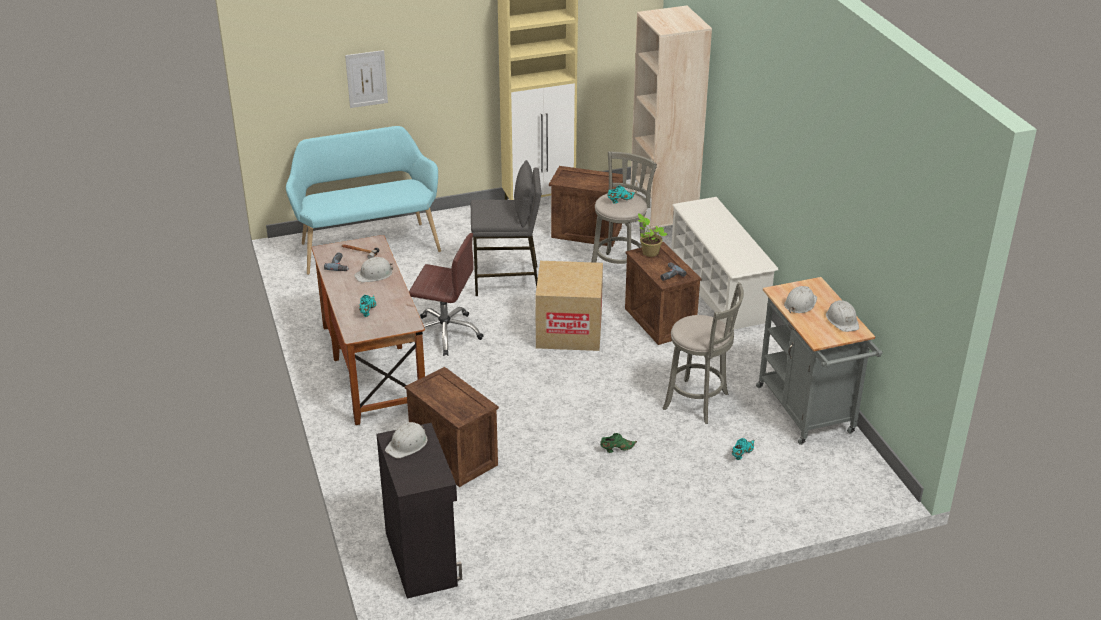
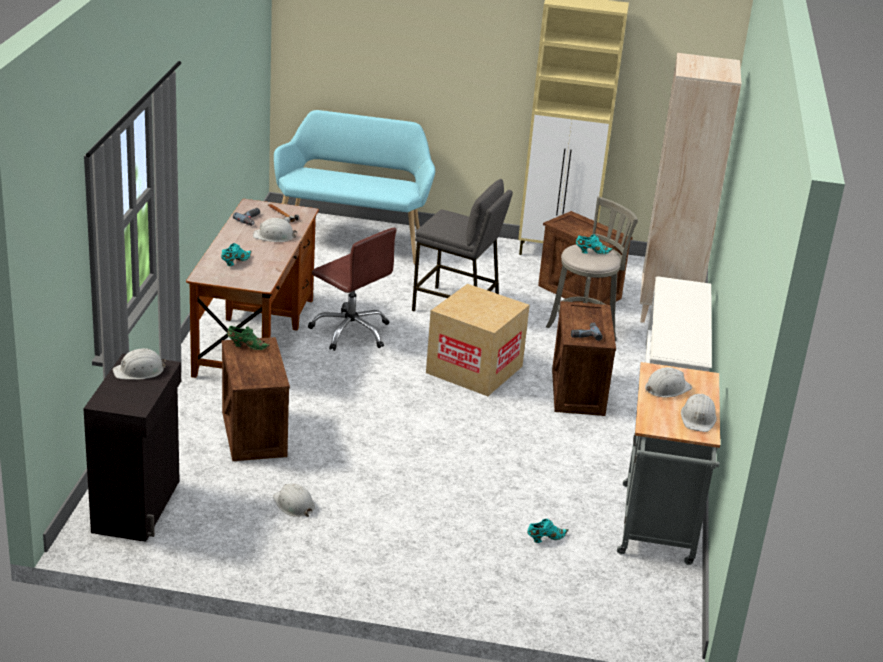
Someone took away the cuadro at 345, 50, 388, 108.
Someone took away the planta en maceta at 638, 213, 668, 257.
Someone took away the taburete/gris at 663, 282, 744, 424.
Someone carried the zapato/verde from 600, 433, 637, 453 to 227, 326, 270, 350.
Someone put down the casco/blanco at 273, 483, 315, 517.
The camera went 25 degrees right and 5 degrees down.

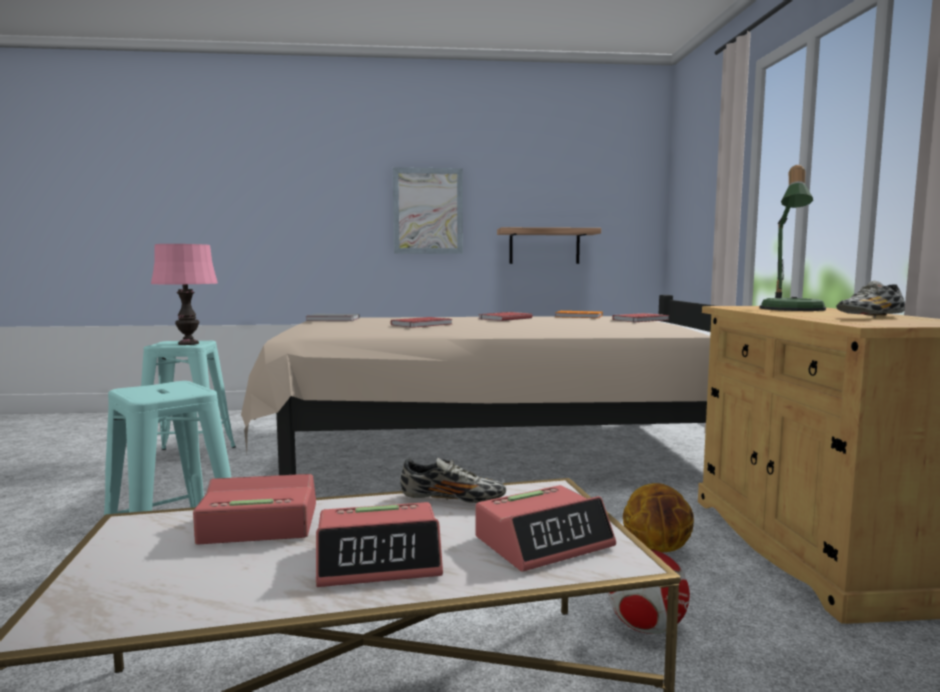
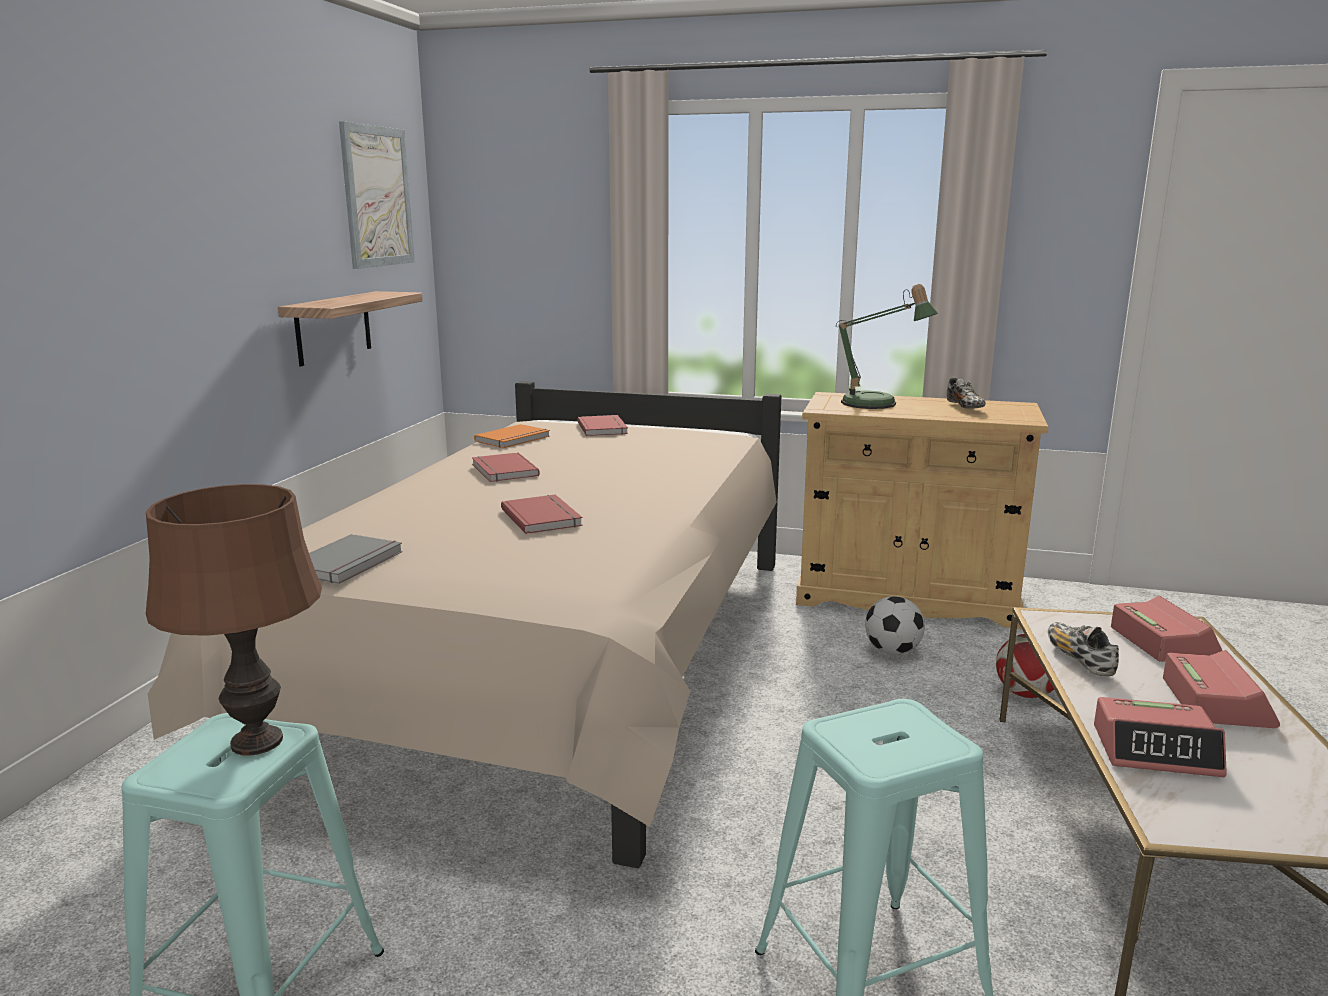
Someone carried the cuadro from 393, 167, 463, 254 to 339, 121, 415, 269.
Someone repainted the lámpara de mesa/rosa at 151, 244, 218, 345, which became the lámpara de mesa/marrón at 146, 484, 322, 756.
Someone rotated the zapato at 400, 458, 506, 503 by 45 degrees counterclockwise.
Someone rotated the despertador at 193, 474, 316, 544 by 90 degrees counterclockwise.
Someone swapped the balón de baloncesto at 623, 483, 694, 553 for the balón de fútbol at 865, 596, 925, 655.
The camera went 70 degrees left and 10 degrees up.

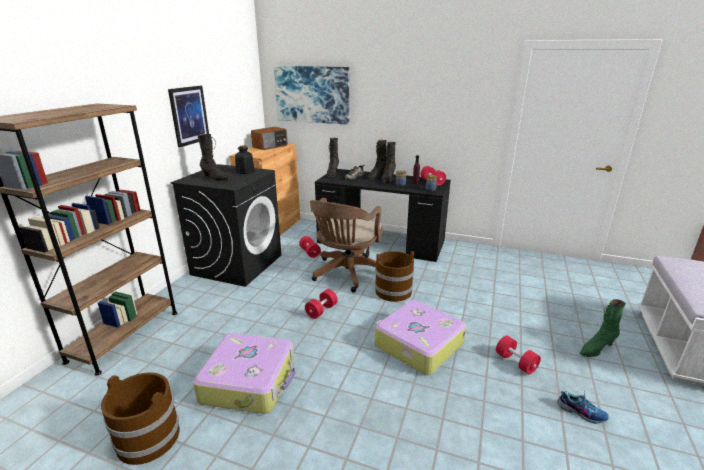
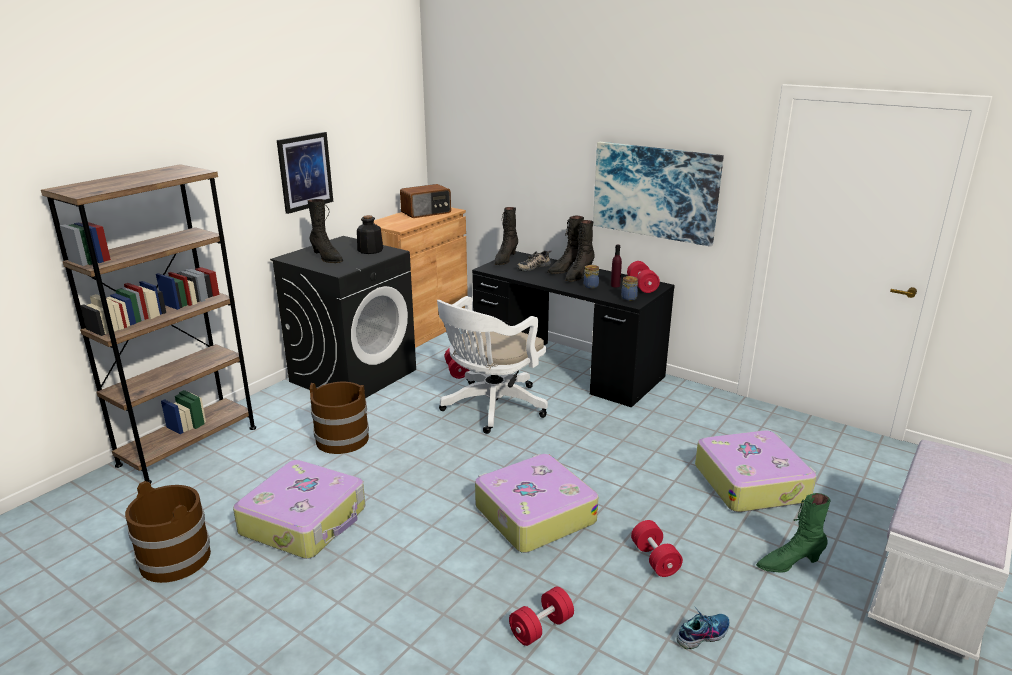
Someone carried the cuadro from 274, 66, 349, 125 to 593, 142, 724, 247.
Someone repainted the silla de oficina/marrón at 310, 198, 383, 292, which became the silla de oficina/blanco at 437, 296, 548, 434.
Someone carried the cubo/marrón from 375, 251, 414, 302 to 310, 382, 369, 454.
Someone carried the mancuerna/rojo from 305, 289, 338, 319 to 509, 587, 574, 646.
Someone rotated the zapato at 557, 391, 610, 424 by 75 degrees counterclockwise.
Someone put down the maleta at 695, 430, 816, 512.
The camera went 15 degrees right and 0 degrees up.

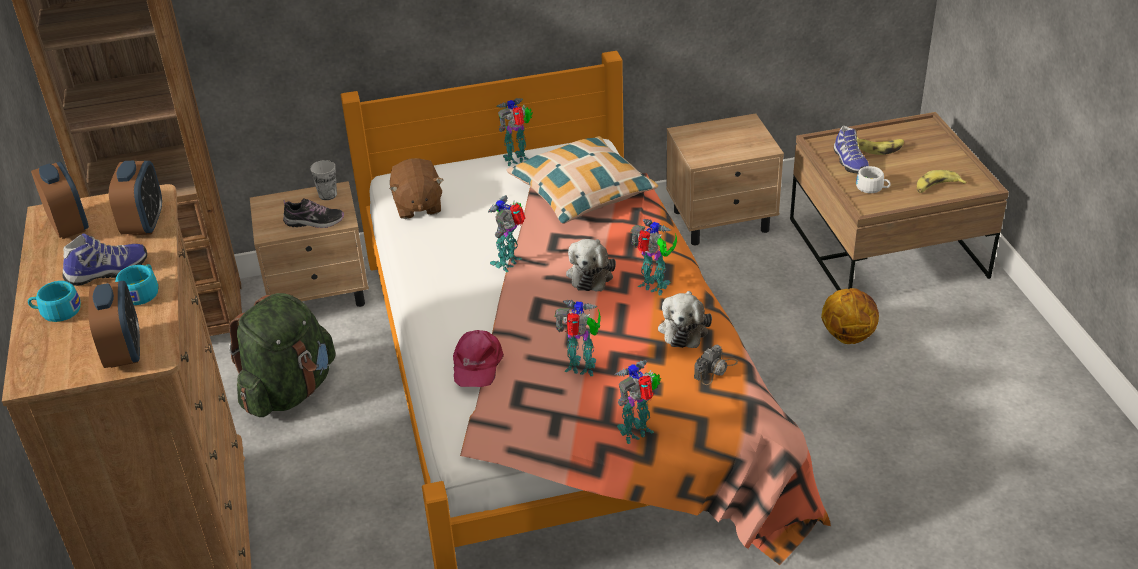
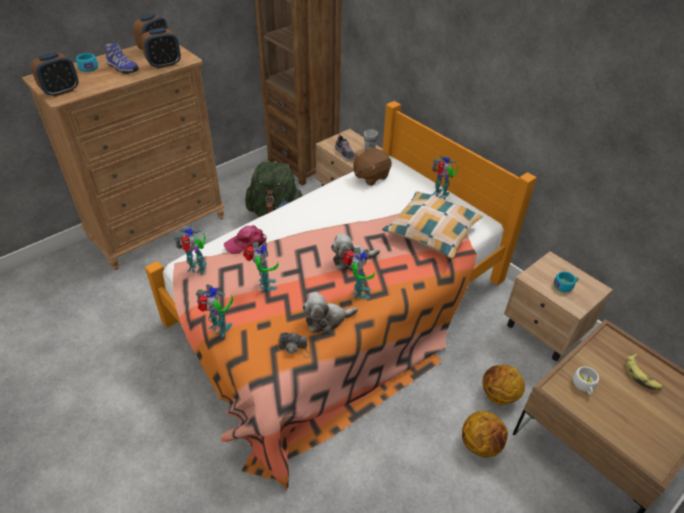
Someone took away the zapato at 834, 126, 869, 173.
Someone took away the plátano at 917, 170, 967, 193.
Someone carried the robot de juguete from 488, 195, 526, 272 to 174, 228, 207, 274.
Someone carried the taza/turquesa from 115, 264, 159, 305 to 554, 271, 578, 292.
Someone put down the balón de baloncesto at 482, 365, 525, 405.
The camera went 60 degrees right and 5 degrees up.

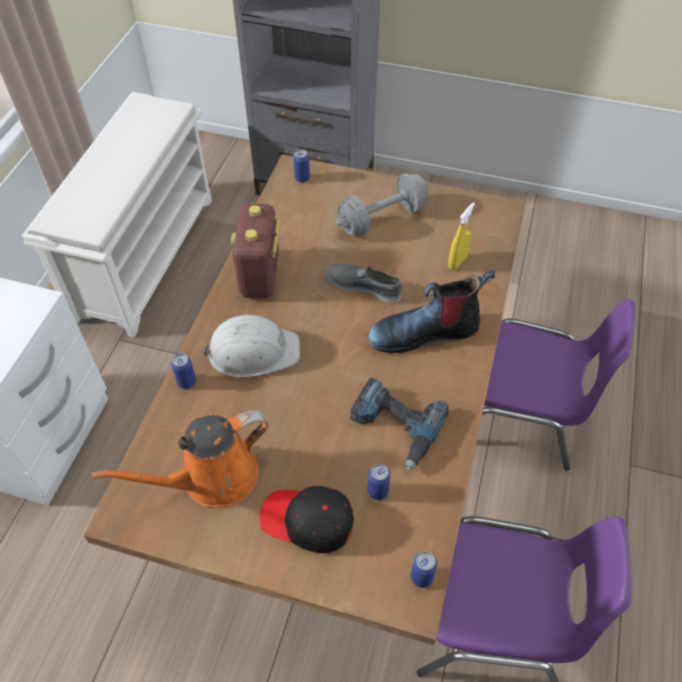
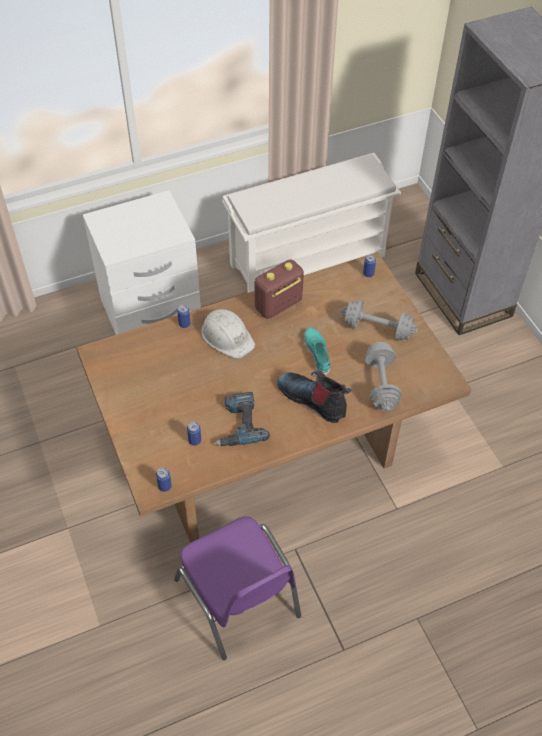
Someone swapped the pulverizador/amarillo at 448, 202, 475, 270 for the mancuerna/gris at 365, 342, 401, 411.
Someone repainted the zapato/gris at 325, 264, 402, 303, which became the zapato/turquesa at 304, 328, 331, 375.
Someone took away the silla/morado at 482, 299, 635, 471.
Someone took away the regadera/naranja at 91, 410, 269, 507.
Someone took away the gorra/negro at 260, 486, 354, 553.
The camera went 50 degrees right and 0 degrees up.

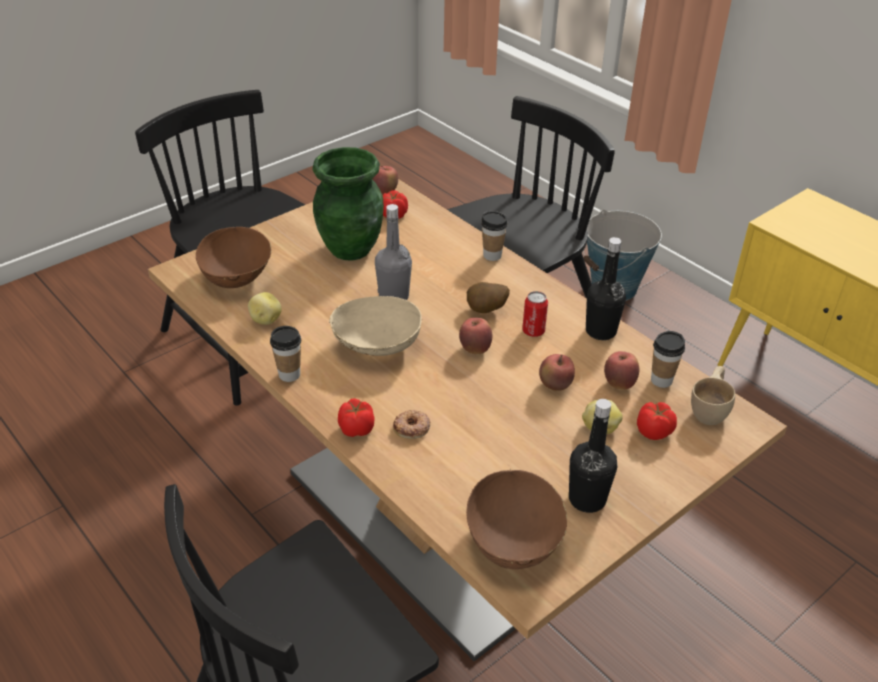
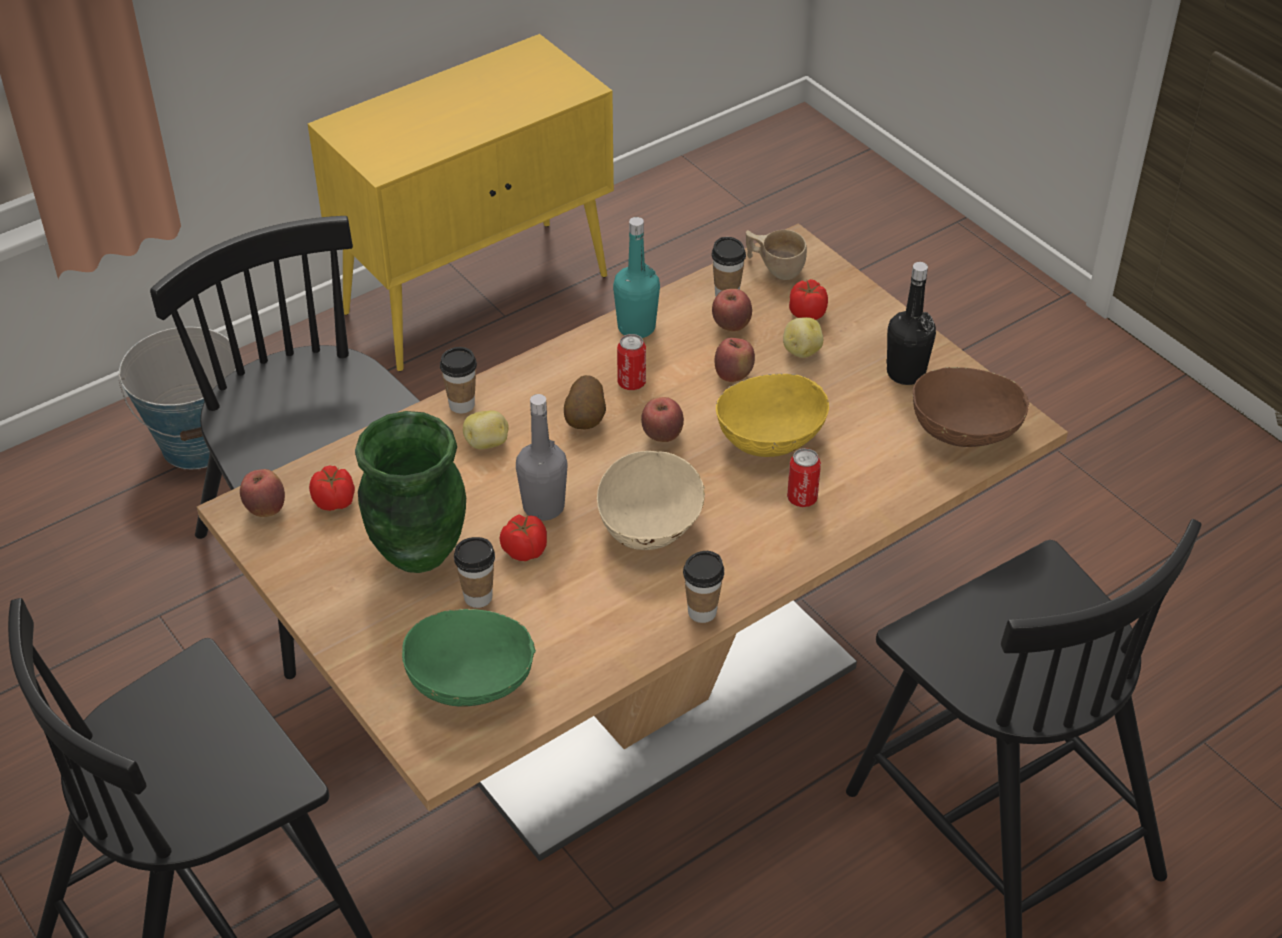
Someone repainted the cuenco/marrón at 196, 227, 272, 288, which became the cuenco/verde at 401, 609, 536, 707.
Someone repainted the botella/negro at 586, 237, 626, 340, which became the botella/turquesa at 613, 217, 660, 338.
Someone carried the patata from 248, 292, 282, 325 to 463, 410, 509, 449.
Someone carried the tomate from 338, 398, 375, 437 to 500, 514, 547, 561.
Someone swapped the rosquilla at 393, 410, 431, 439 for the lata at 787, 448, 821, 507.
Someone put down the cuenco/amarillo at 716, 373, 829, 457.
Someone put down the taza at 454, 537, 495, 608.
The camera went 85 degrees left and 5 degrees up.

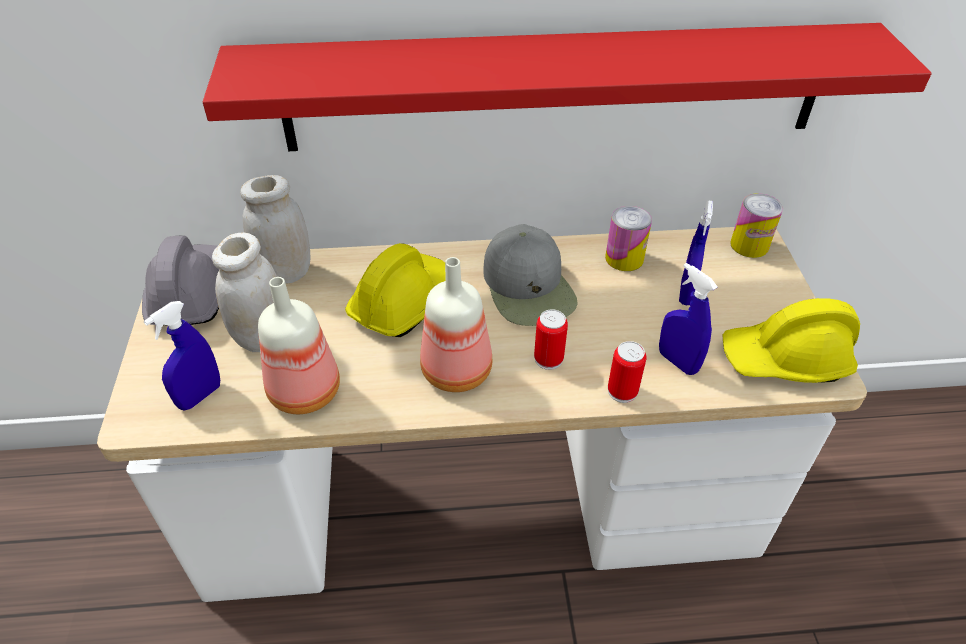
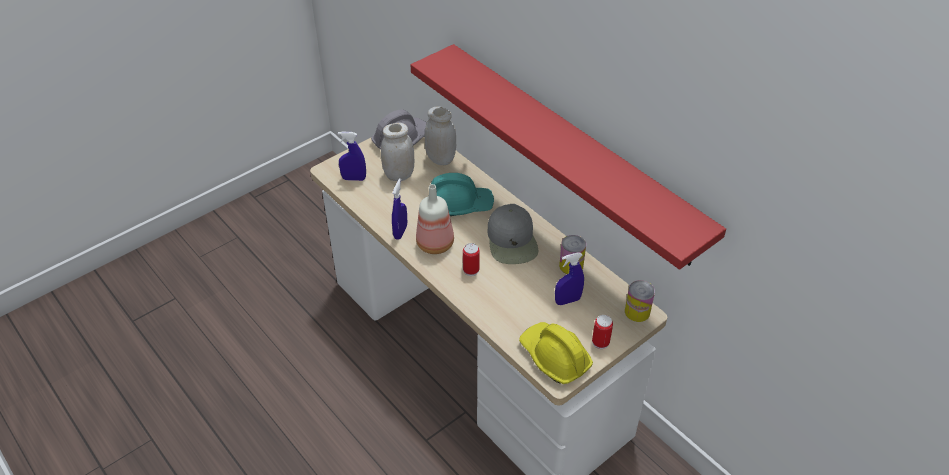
Someone rotated the gorra/gris at 483, 224, 578, 326 by 45 degrees counterclockwise.
Someone repainted the casco/amarillo at 345, 243, 446, 337, which became the casco/turquesa at 431, 173, 494, 216.
Someone carried the pulverizador/azul from 659, 263, 717, 375 to 392, 178, 407, 240.
Someone took away the botella at 258, 277, 340, 414.
Someone carried the lata from 608, 341, 646, 403 to 592, 315, 613, 349.
The camera went 55 degrees right and 0 degrees up.

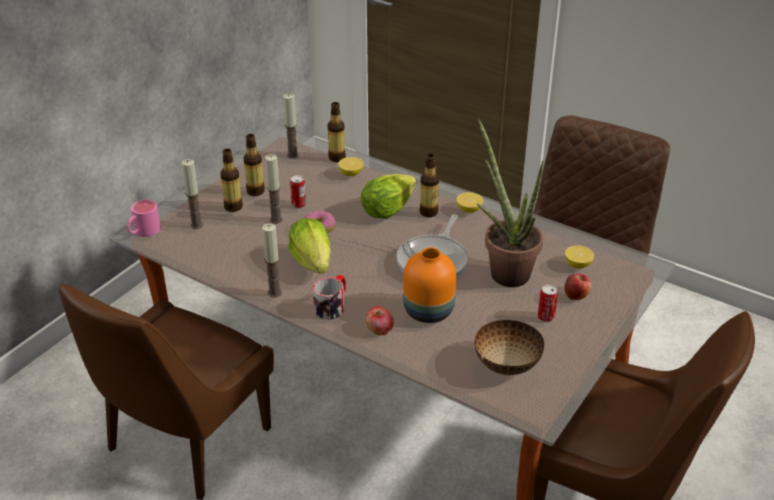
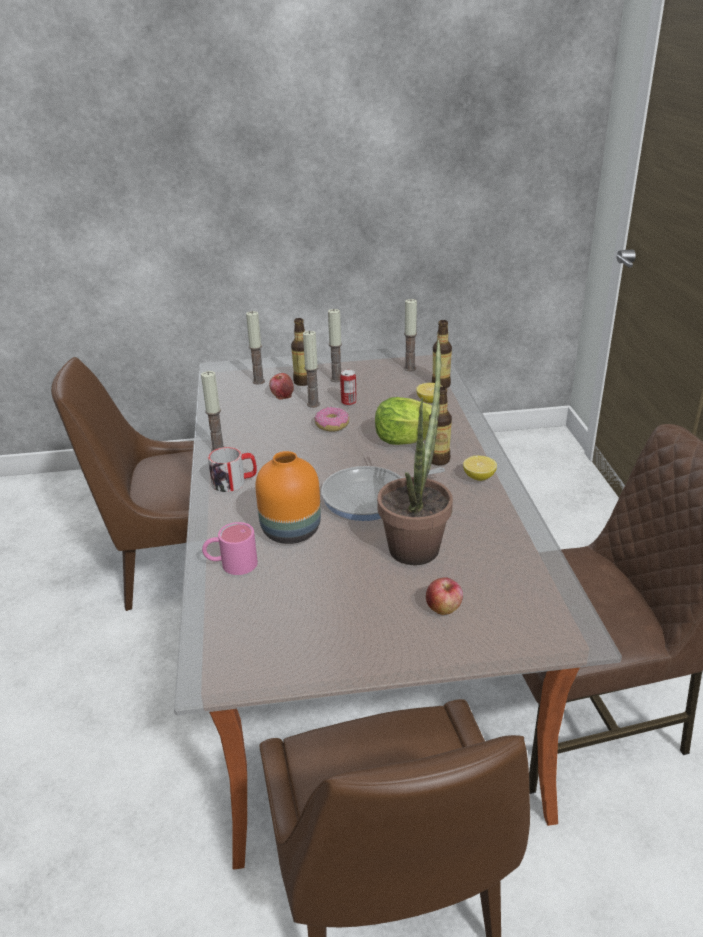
Someone swapped the botella at 243, 134, 265, 196 for the vela at 328, 309, 342, 382.
Someone carried the taza grande/rosa from 127, 199, 161, 237 to 202, 522, 258, 575.
Someone took away the lechuga at 288, 218, 331, 273.
Someone took away the limón at 565, 245, 594, 269.
Someone took away the lata at 538, 285, 558, 322.
Someone carried the manzana from 365, 306, 394, 336 to 269, 373, 294, 399.
Someone took away the cuenco at 475, 320, 544, 375.
The camera went 50 degrees right and 5 degrees down.

